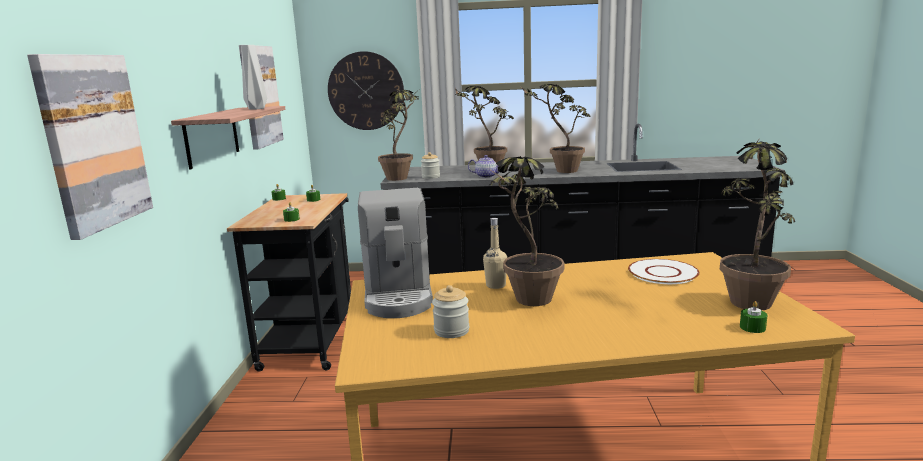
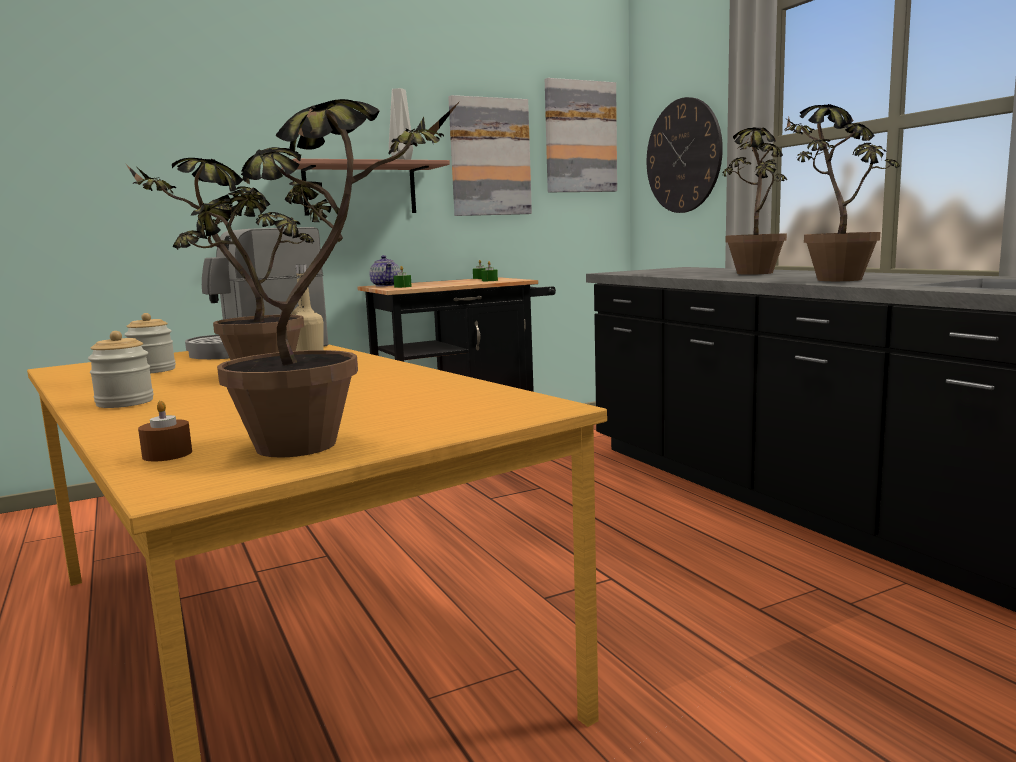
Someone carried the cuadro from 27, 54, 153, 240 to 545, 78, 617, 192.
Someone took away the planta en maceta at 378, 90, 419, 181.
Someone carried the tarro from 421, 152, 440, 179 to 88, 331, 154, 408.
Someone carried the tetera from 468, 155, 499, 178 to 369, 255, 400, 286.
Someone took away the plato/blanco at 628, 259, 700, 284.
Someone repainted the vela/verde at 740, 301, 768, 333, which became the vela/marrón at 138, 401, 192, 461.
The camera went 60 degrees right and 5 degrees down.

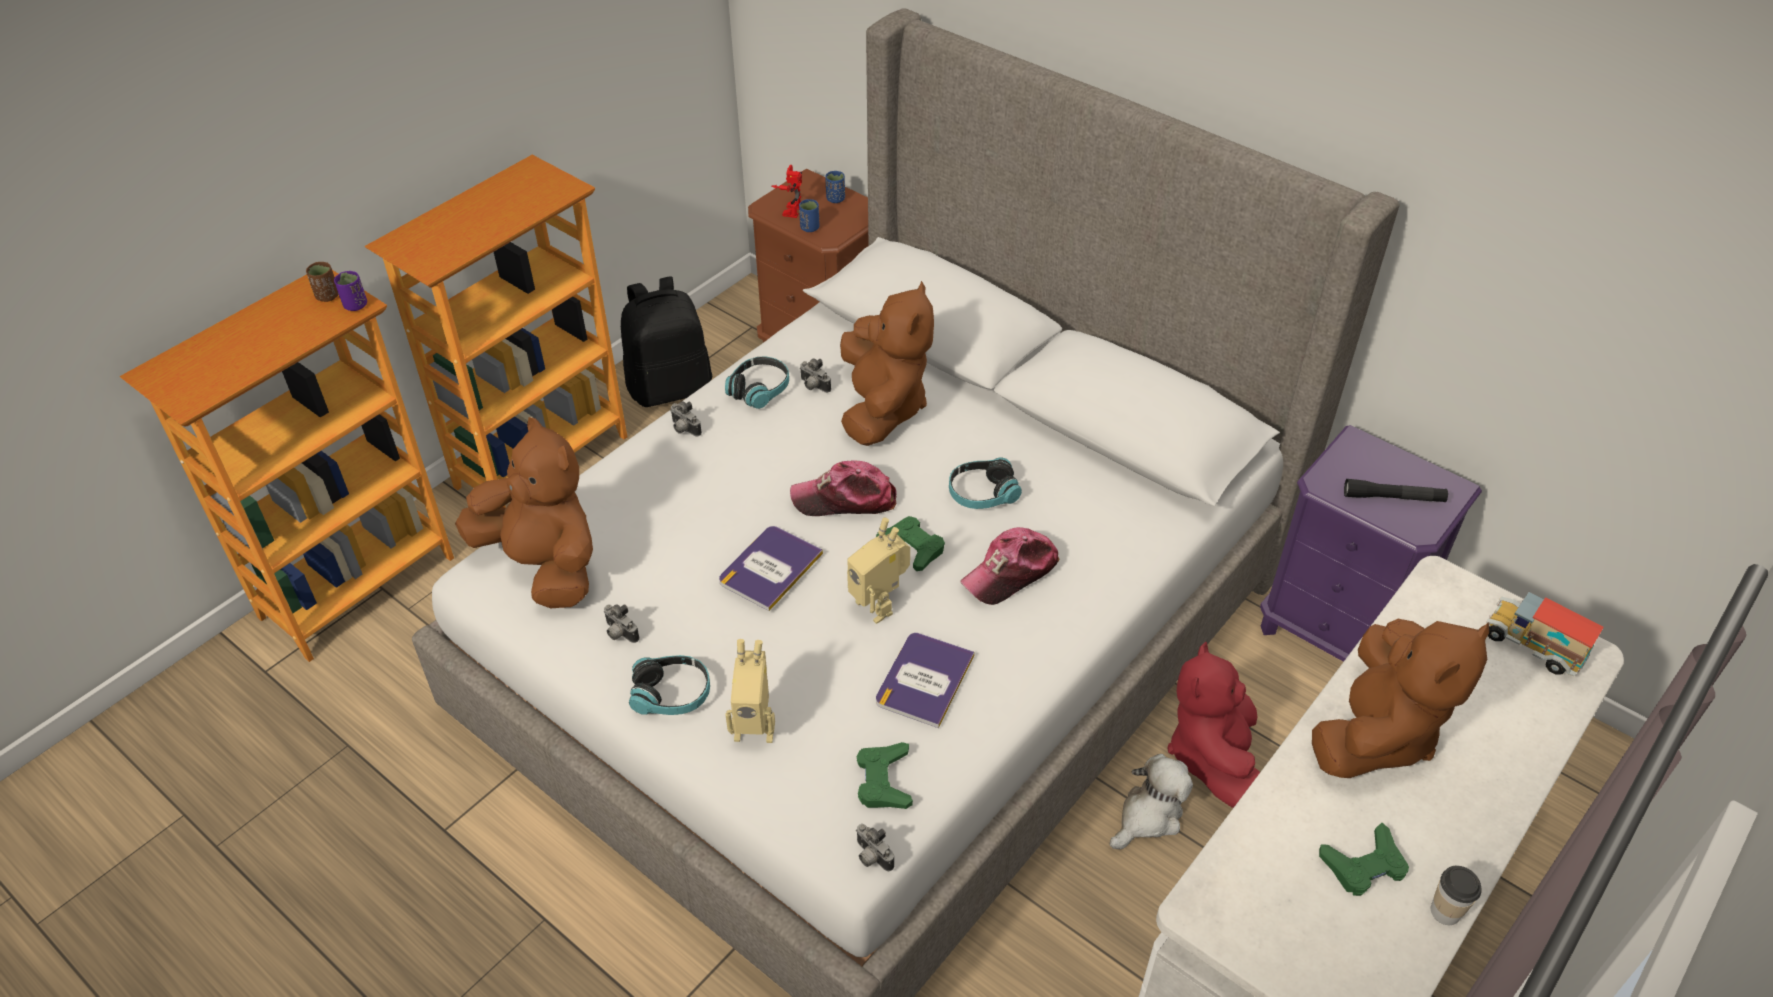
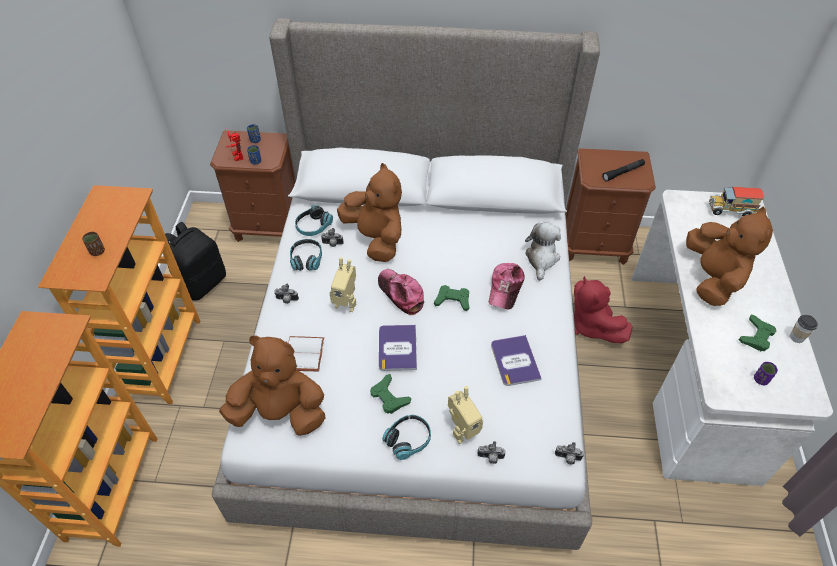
Someone carried the taza/marrón from 306, 262, 339, 302 to 82, 232, 105, 256.
Someone carried the taza/morado from 334, 271, 367, 311 to 754, 362, 778, 385.
Someone repainted the mesita de noche/morado at 1260, 425, 1482, 662, which became the mesita de noche/marrón at 565, 148, 656, 265.
Someone carried the auriculares from 949, 457, 1022, 509 to 295, 205, 333, 236.
Someone rotated the gorra at 790, 460, 897, 516 by 90 degrees clockwise.
Someone carried the robot de juguete from 847, 518, 910, 624 to 329, 257, 356, 312.
Someone carried the cámara from 604, 604, 640, 643 to 477, 441, 506, 464.
Someone carried the mando de consola/verde from 857, 742, 913, 809 to 370, 374, 411, 414.
Someone carried the peluche from 1109, 754, 1193, 849 to 525, 222, 561, 281.
Someone put down the libro/blanco at 288, 336, 324, 372.
The camera went 35 degrees left and 5 degrees up.

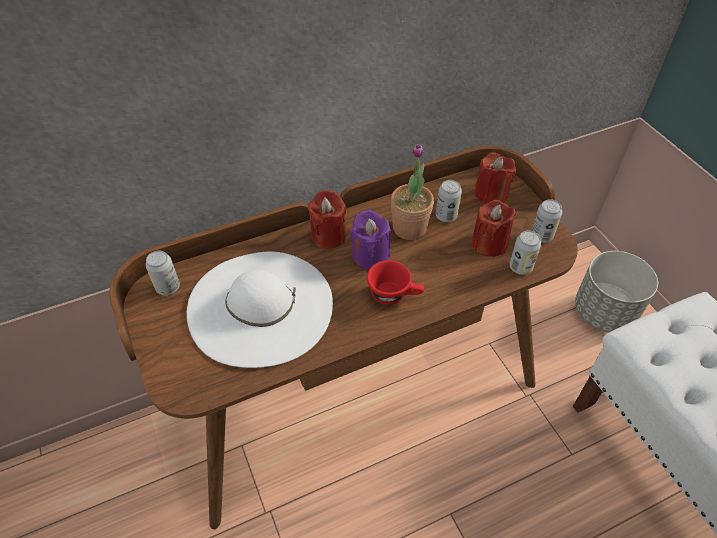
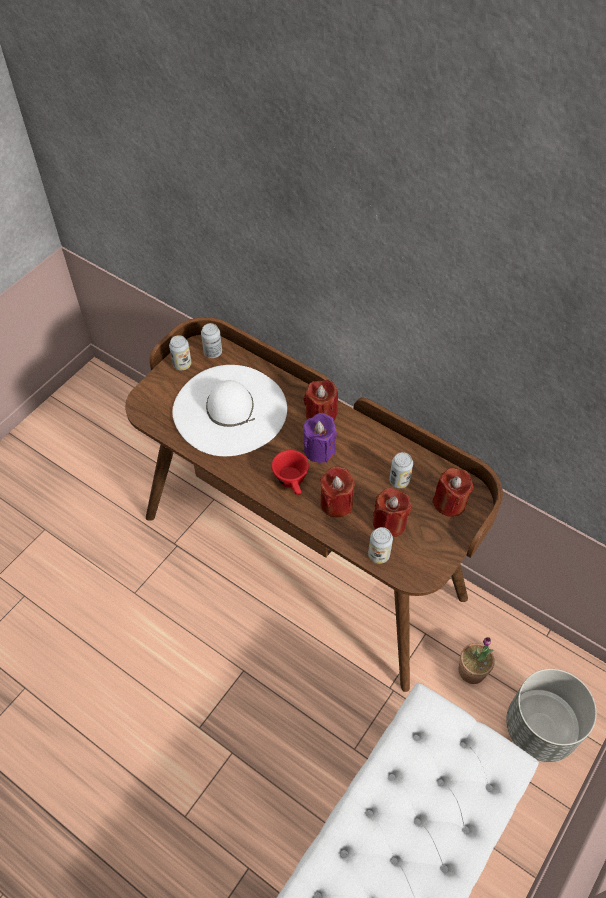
Someone carried the planta en maceta from 391, 144, 434, 240 to 459, 637, 495, 684.
Someone carried the lata from 531, 199, 562, 243 to 169, 335, 191, 370.
Someone put down the vela/rojo at 320, 466, 355, 517.
The camera went 60 degrees right and 5 degrees up.

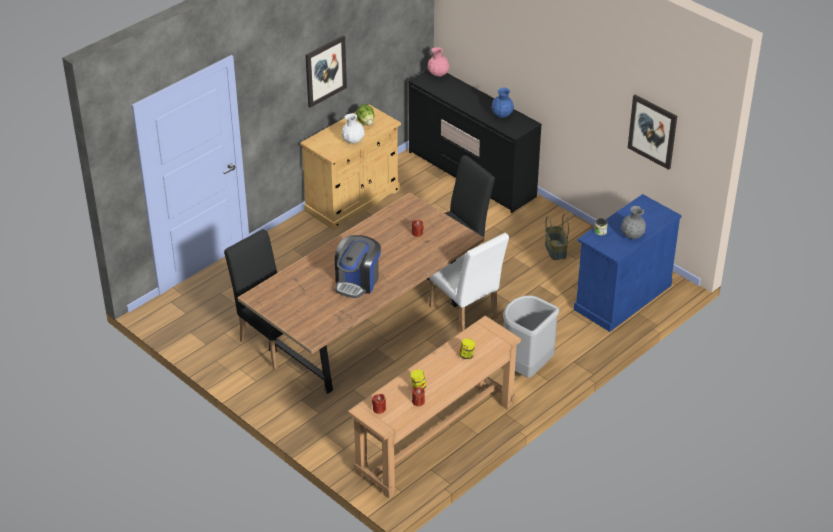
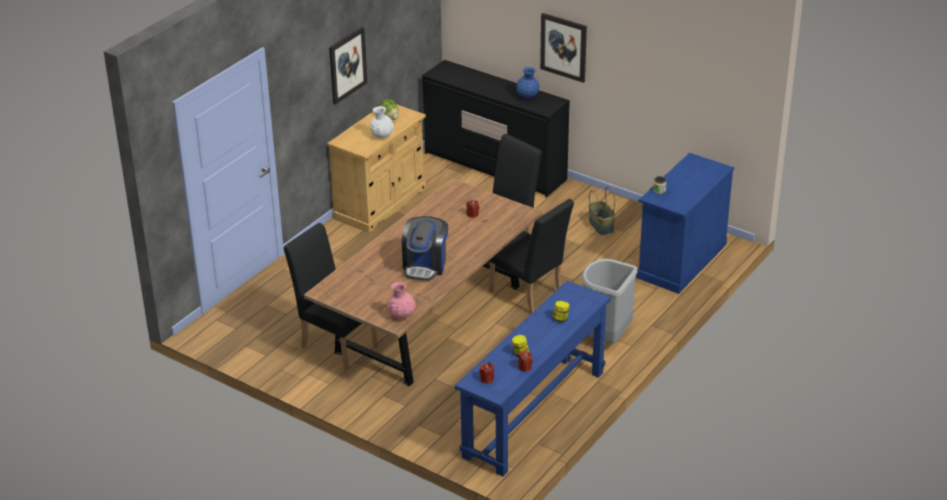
Someone carried the florero/rosa from 428, 47, 449, 77 to 387, 282, 416, 318.
Someone carried the cuadro from 628, 95, 677, 170 to 540, 13, 587, 83.
Someone took away the florero/gris at 621, 206, 646, 239.
Someone repainted the silla/blanco at 429, 233, 509, 332, which became the silla/negro at 489, 199, 574, 314.
Someone repainted the mesa consola/marrón at 348, 315, 521, 499, which became the mesa consola/azul at 455, 280, 611, 476.
The camera went 10 degrees left and 5 degrees down.

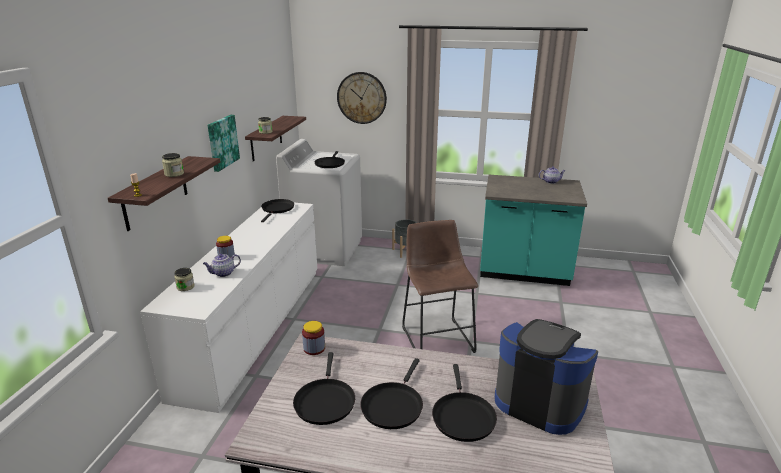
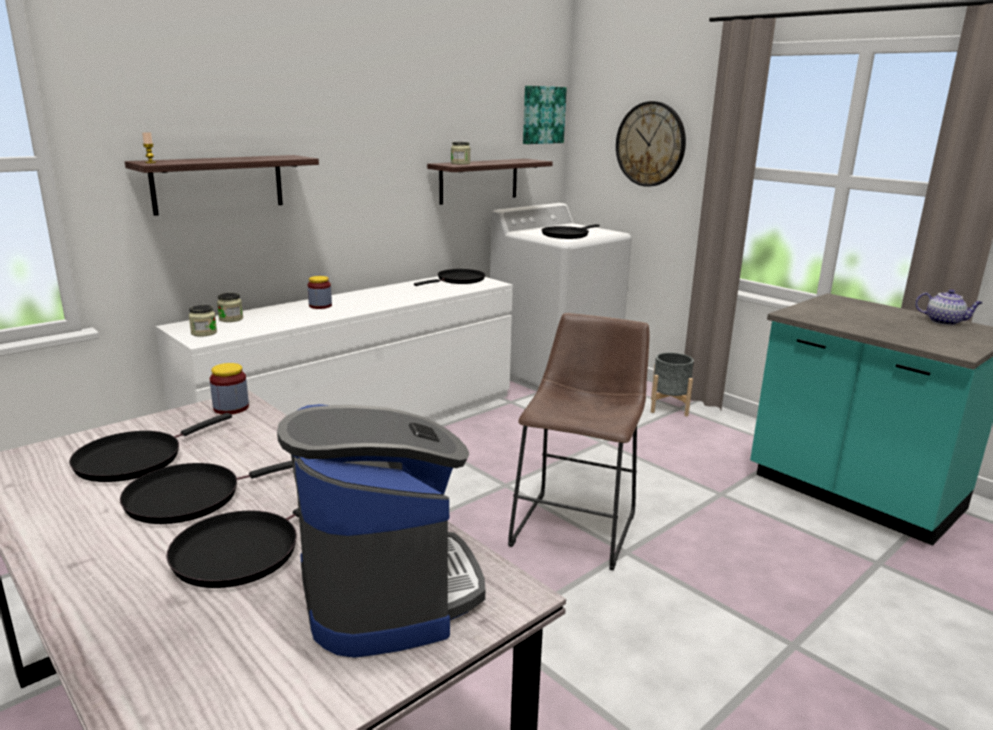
Someone carried the cuadro from 208, 115, 240, 172 to 523, 86, 567, 144.
Someone carried the tarro from 162, 153, 184, 177 to 189, 305, 217, 337.
Someone took away the tetera at 203, 254, 241, 277.
The camera went 35 degrees right and 5 degrees down.

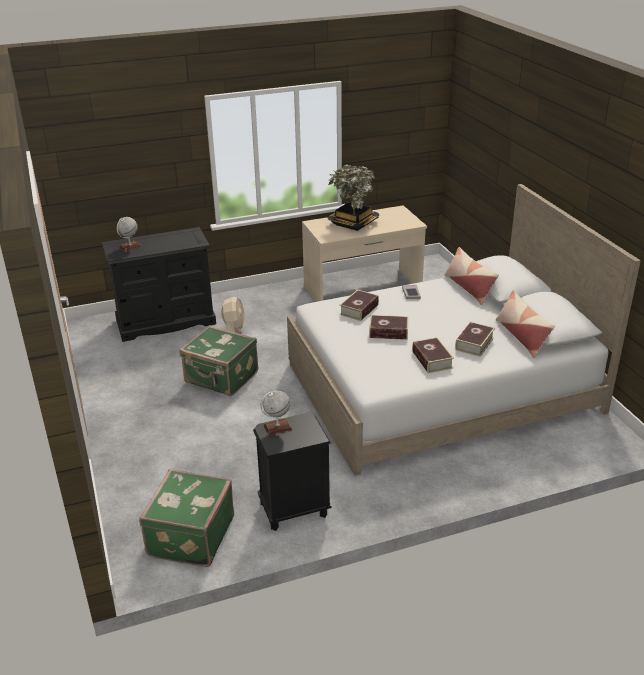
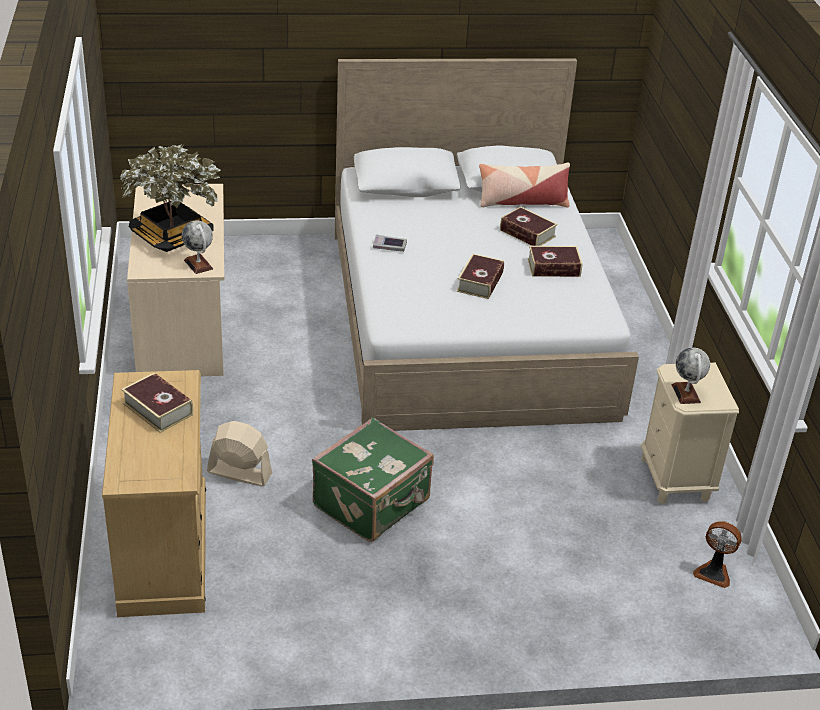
Someone carried the globo terráqueo from 117, 217, 141, 252 to 182, 221, 213, 274.
Someone repainted the cómoda/negro at 102, 227, 216, 342, which became the cómoda/beis at 102, 370, 206, 617.
Someone took away the cojín at 444, 247, 499, 305.
Someone carried the libro from 340, 290, 379, 321 to 121, 372, 193, 433.
Someone repainted the mesita de noche/negro at 253, 413, 332, 531, which became the mesita de noche/beis at 641, 363, 739, 504.
Someone swapped the maleta/verde at 139, 469, 234, 567 for the ventilador at 693, 521, 742, 588.
The camera went 80 degrees left and 5 degrees up.

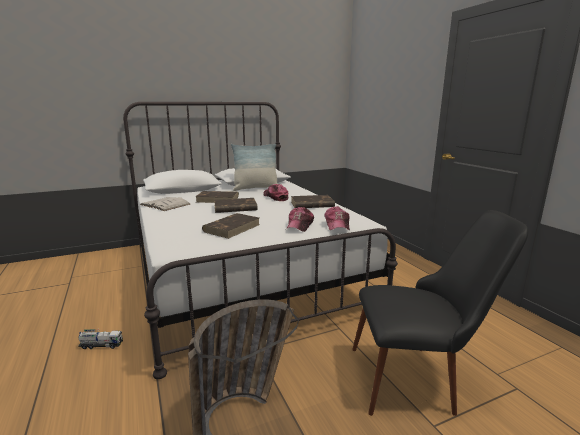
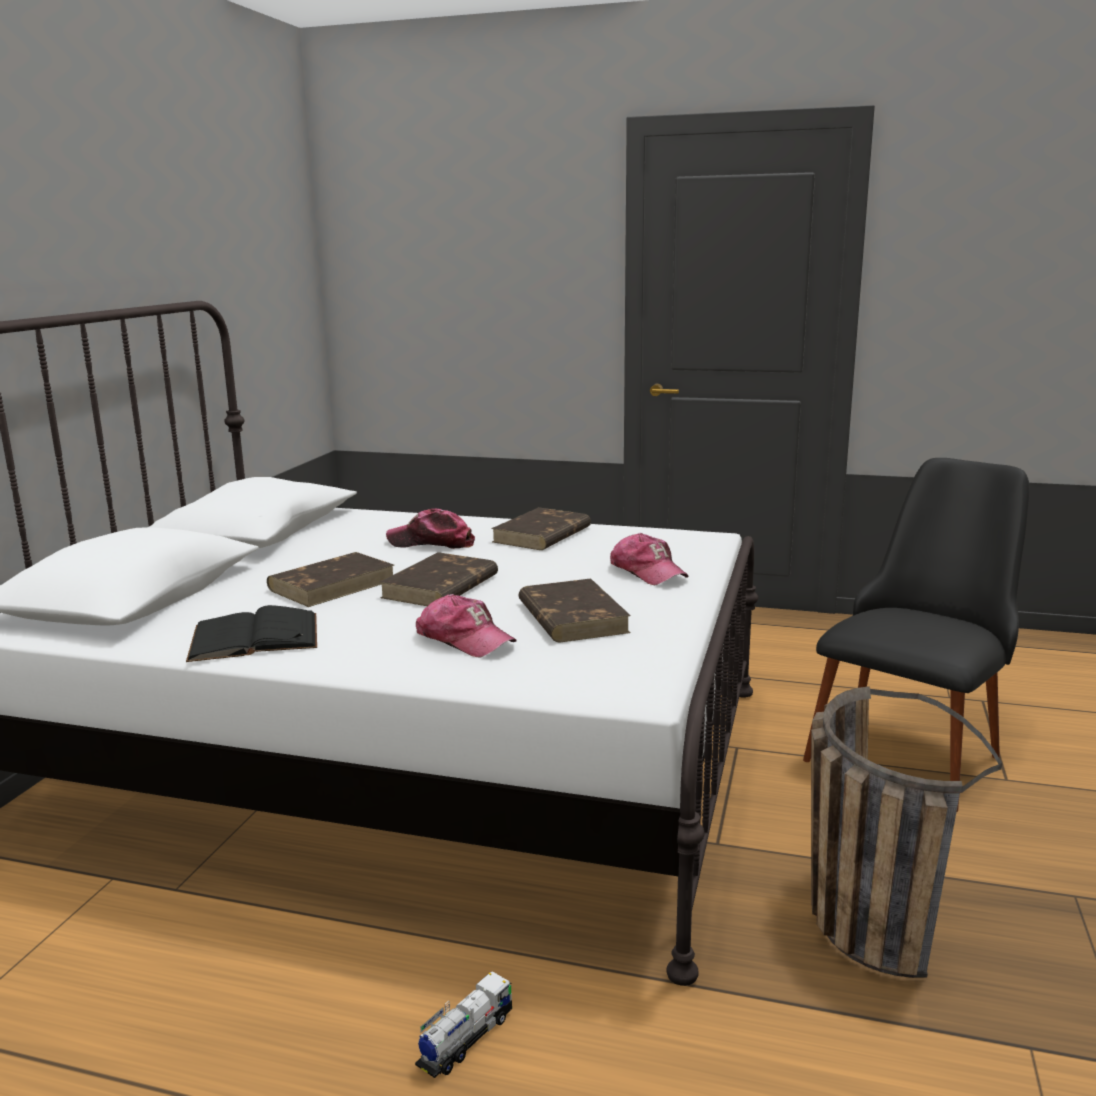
Someone took away the cojín at 231, 144, 277, 191.
Someone repainted the libro/blanco at 140, 197, 190, 211, which became the libro/negro at 186, 605, 317, 662.
Someone carried the gorra from 324, 206, 350, 231 to 416, 594, 517, 658.
The camera went 50 degrees left and 0 degrees up.

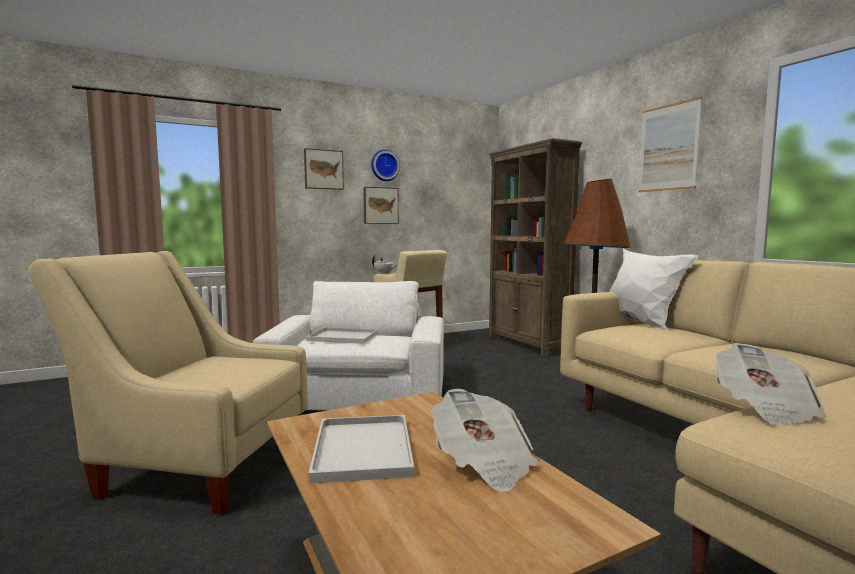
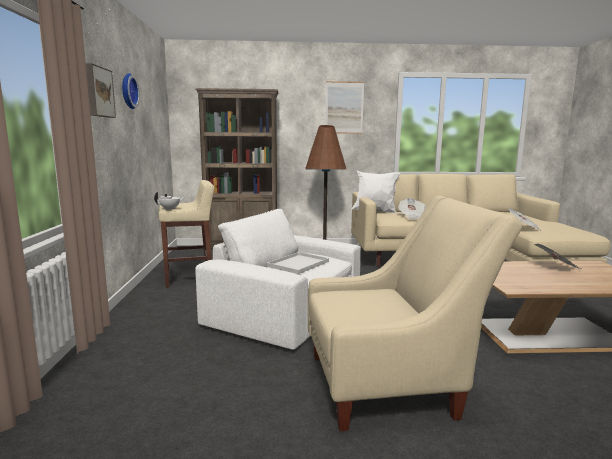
Someone took away the cuadro at 363, 187, 399, 224.
Someone rotated the sillón/beis at 28, 251, 308, 515 by 135 degrees counterclockwise.
Someone took away the bandeja/blanco at 308, 415, 414, 483.
Someone put down the periódico at 398, 198, 426, 220.
The camera went 65 degrees left and 5 degrees up.

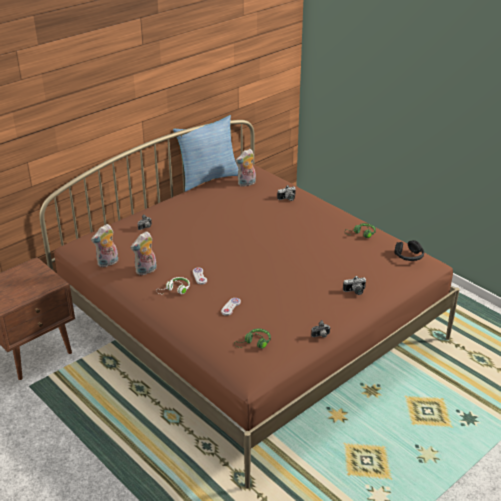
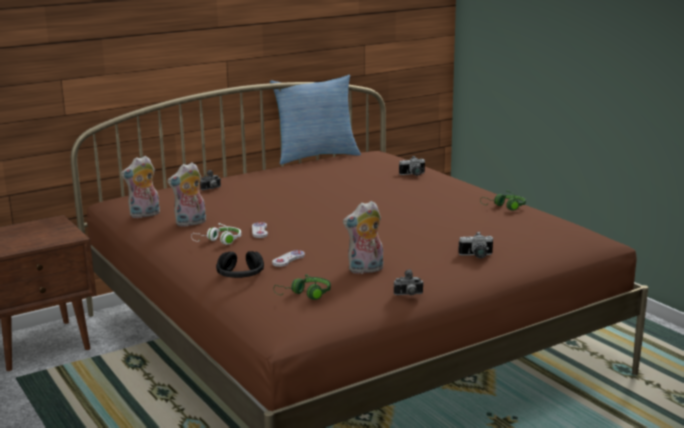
Someone carried the peluche from 235, 149, 256, 187 to 343, 201, 383, 274.
Someone carried the auriculares/negro from 395, 240, 424, 261 to 216, 251, 264, 278.
The camera went 10 degrees right and 15 degrees down.

